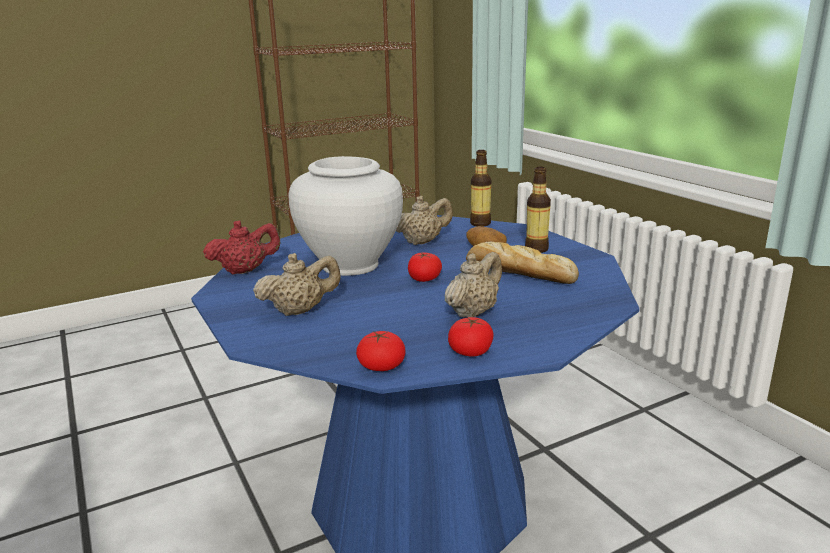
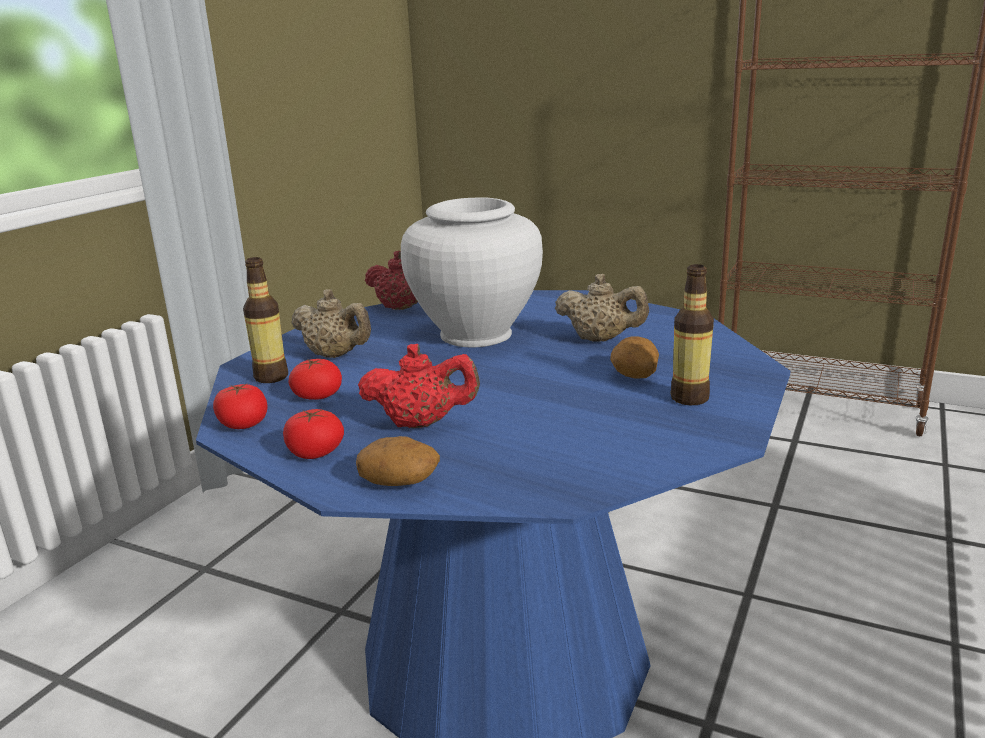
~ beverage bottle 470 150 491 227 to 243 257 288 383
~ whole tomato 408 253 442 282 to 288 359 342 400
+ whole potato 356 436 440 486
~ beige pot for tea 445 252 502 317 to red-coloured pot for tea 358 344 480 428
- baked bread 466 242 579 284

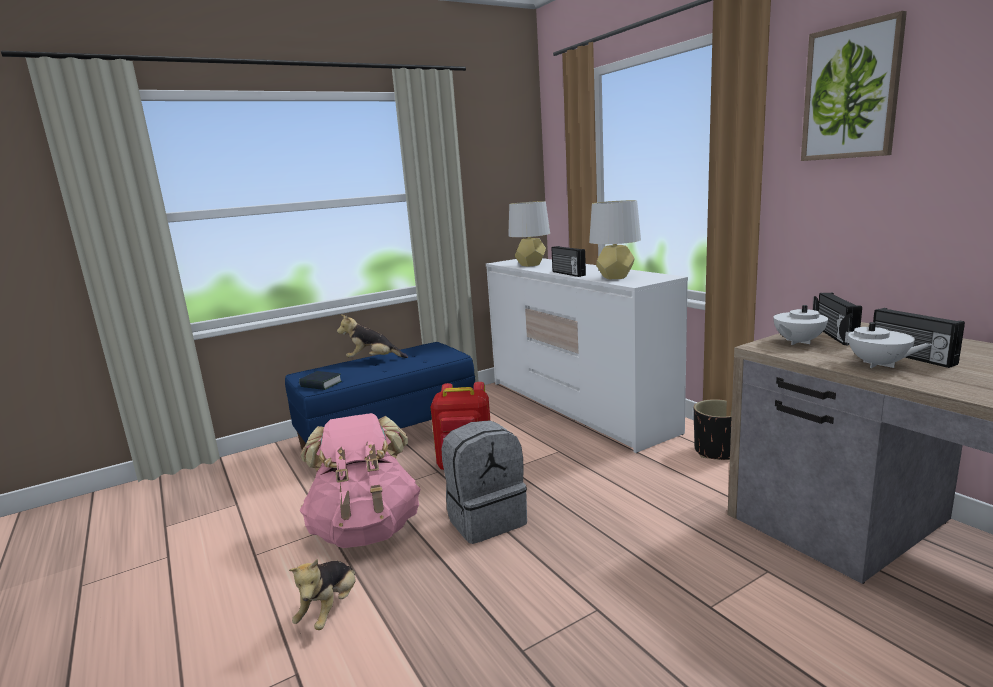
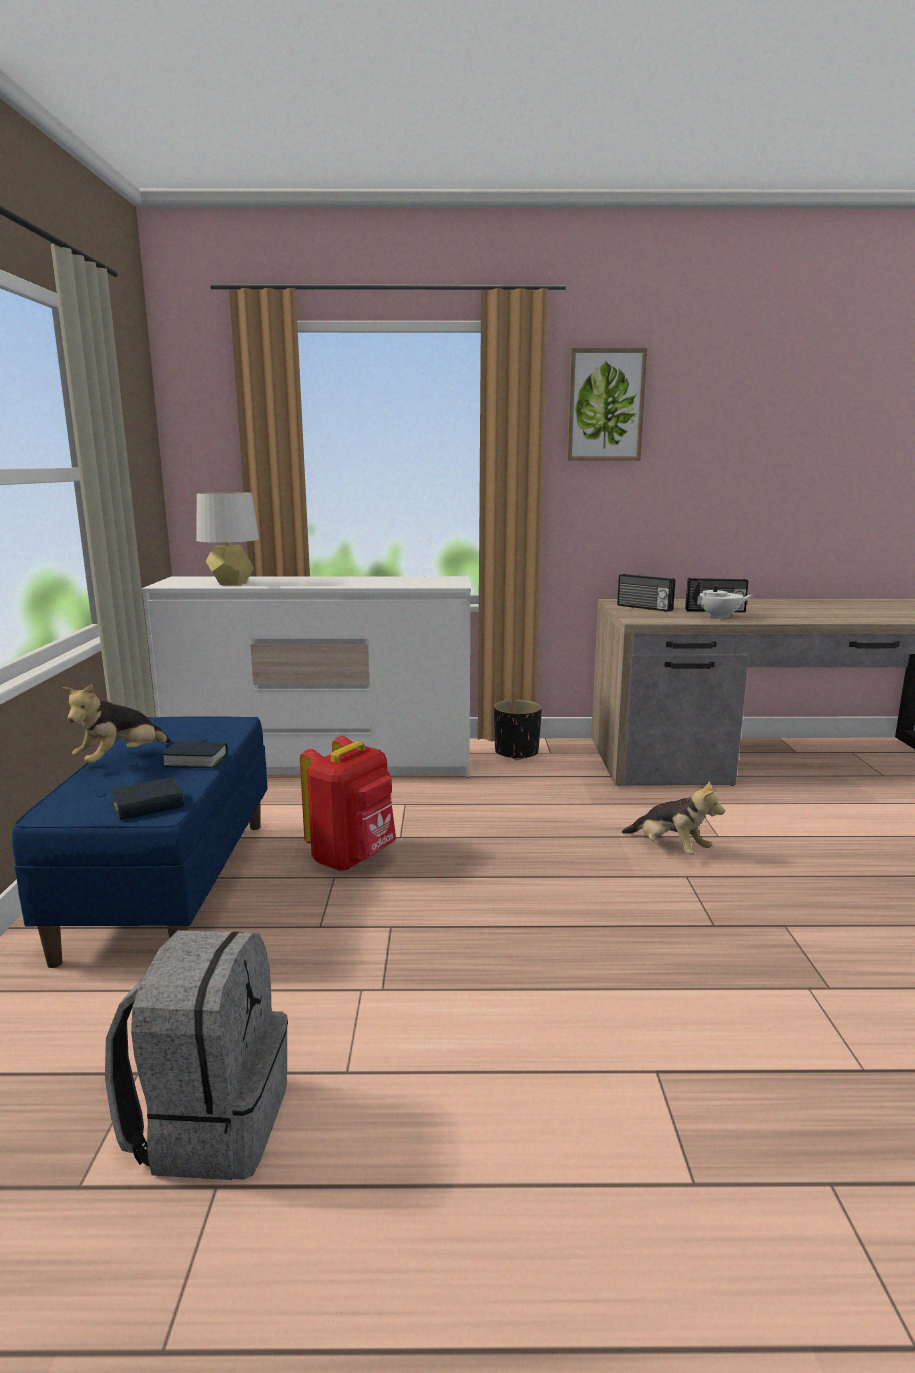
~ grey backpack 441 420 527 544 to 105 930 288 1180
+ volume 161 741 228 768
~ plush toy 289 559 356 630 to 622 780 725 855
- pink-coloured backpack 300 413 421 548
- radio 552 246 586 277
- grey lamp for a table 589 200 641 279
- whitish pot for tea 774 296 828 345

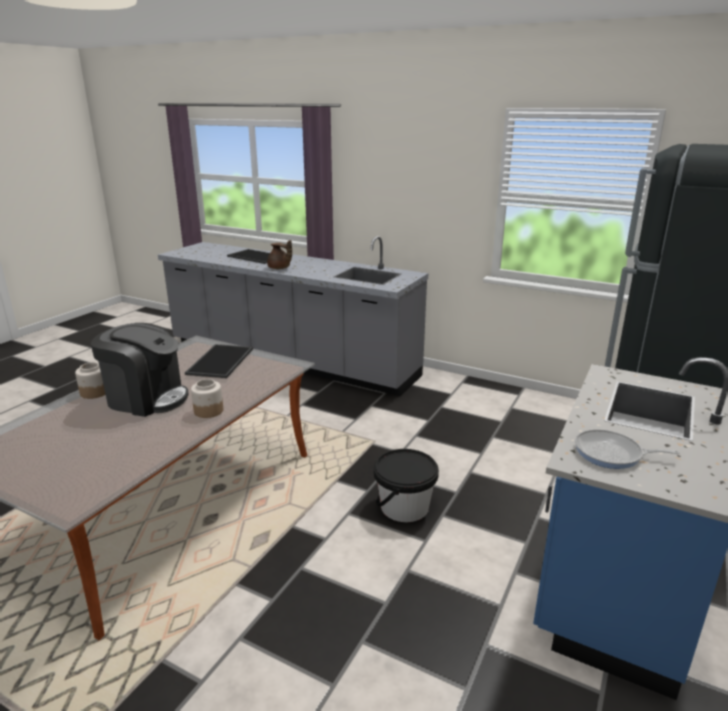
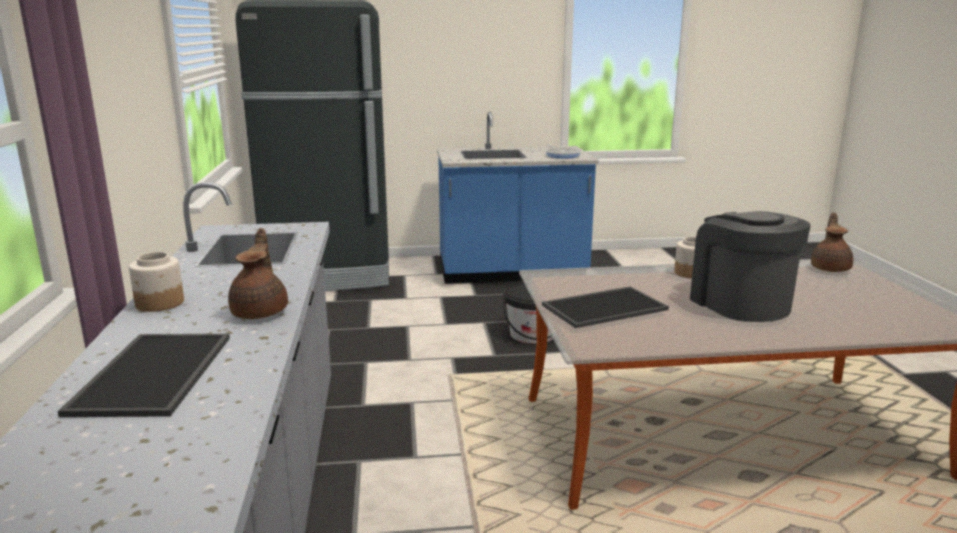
~ storage jar 75 362 106 399 to 129 252 184 312
+ brownish pot for tea 811 212 853 272

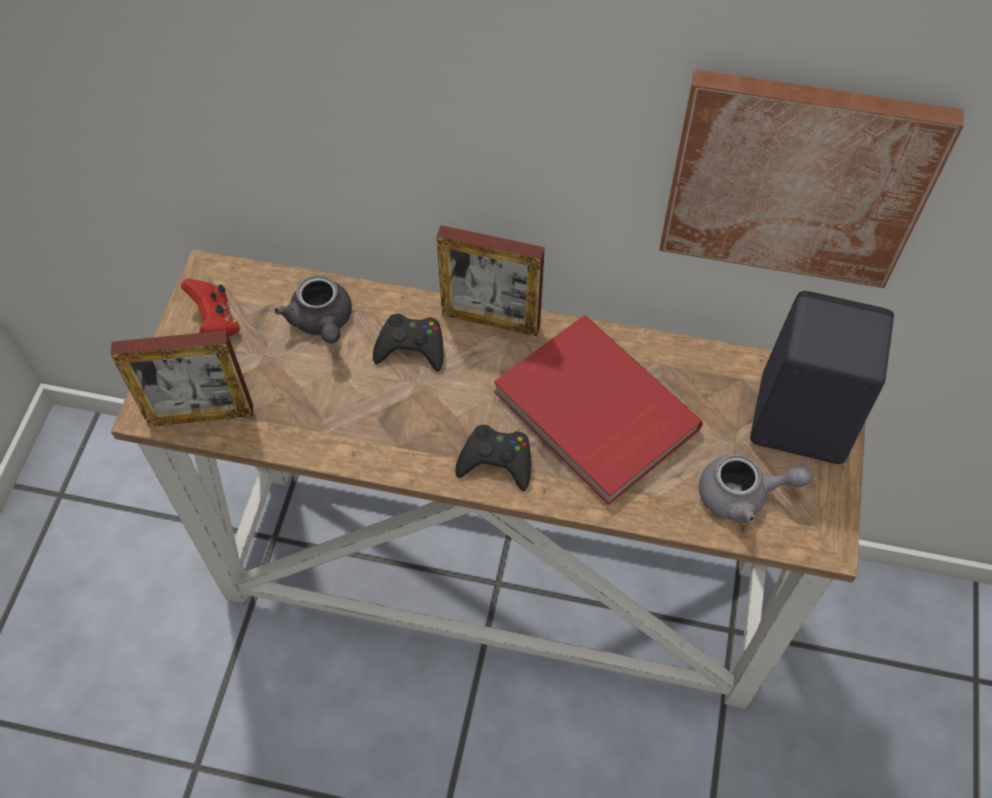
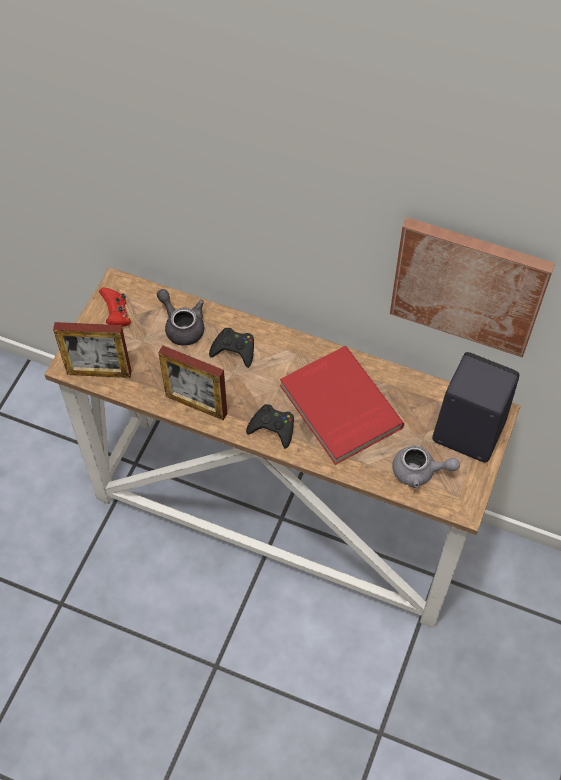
~ grey pot for tea 274 275 352 344 = 157 289 204 346 150 degrees clockwise
~ picture frame 437 225 545 336 to 158 346 227 421

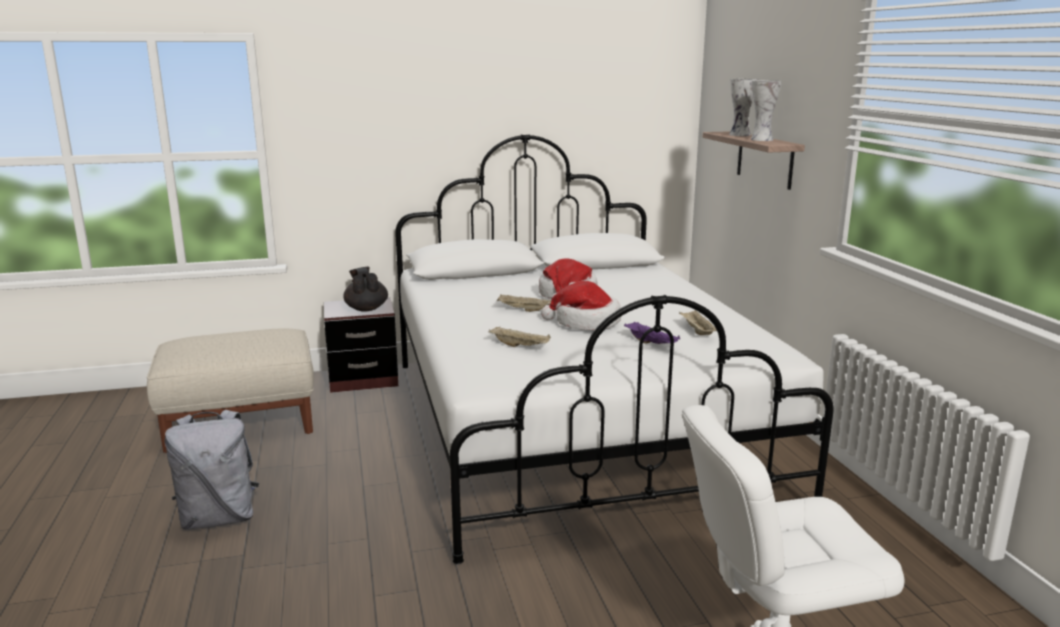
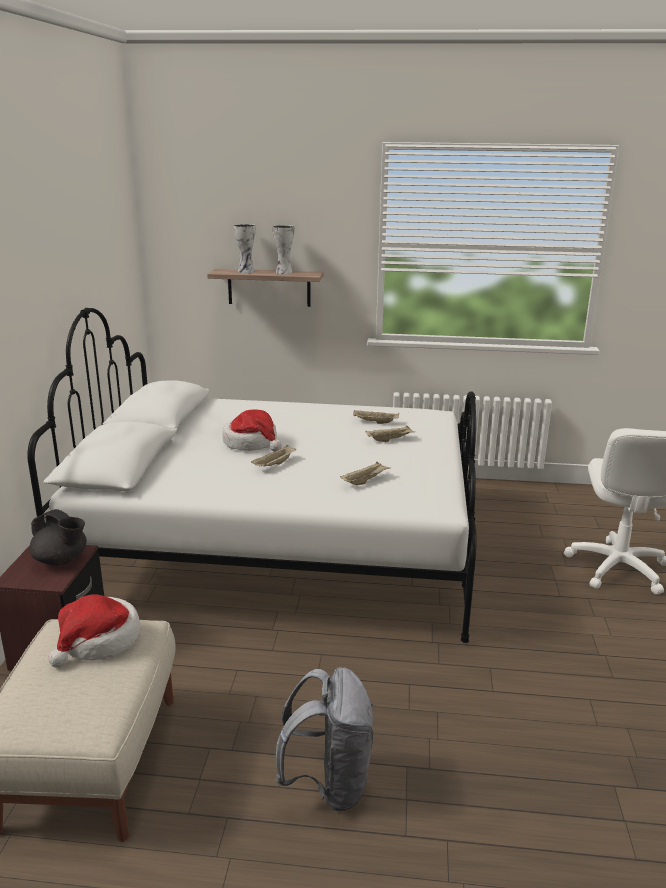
~ black pot for tea 343 267 388 312 = 29 509 87 566 150 degrees counterclockwise
~ clothing hat 541 281 621 330 to 48 594 141 668
~ purplish carrying tray 624 322 680 344 to beige carrying tray 366 425 415 442

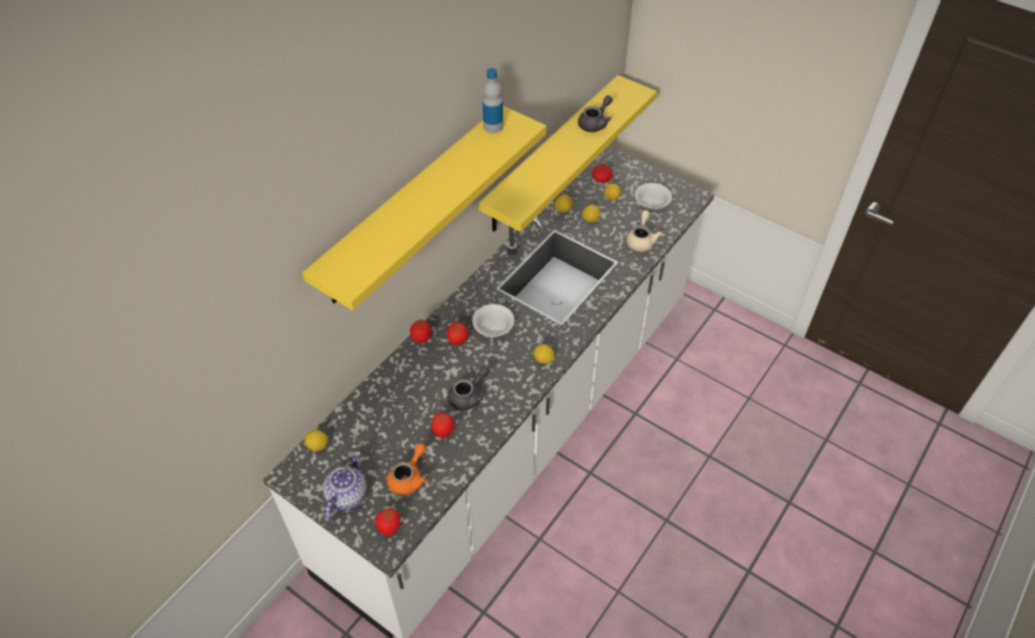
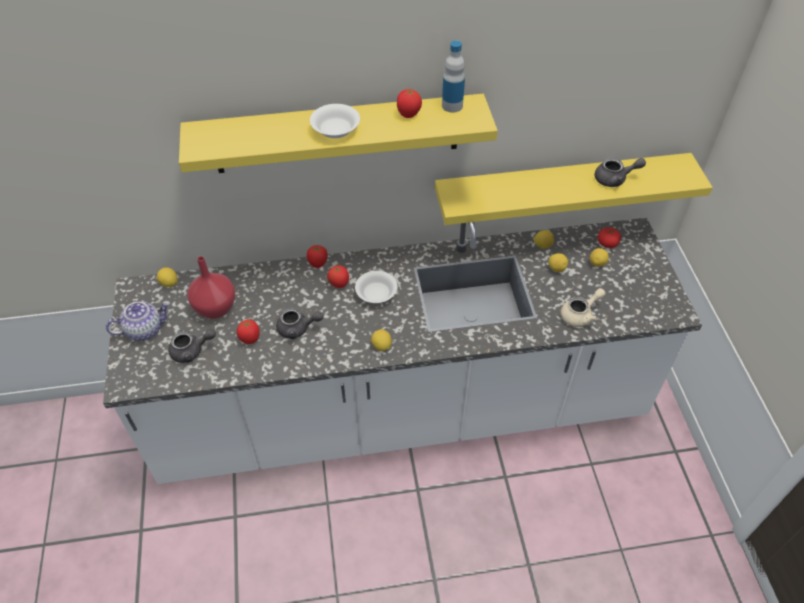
~ orange-coloured pot for tea 387 443 427 496 to grey pot for tea 168 329 216 363
+ red-coloured decorative vase 188 256 235 319
~ whitish deep dish 635 183 672 210 to 310 104 360 138
~ whole tomato 375 509 400 536 to 397 89 422 118

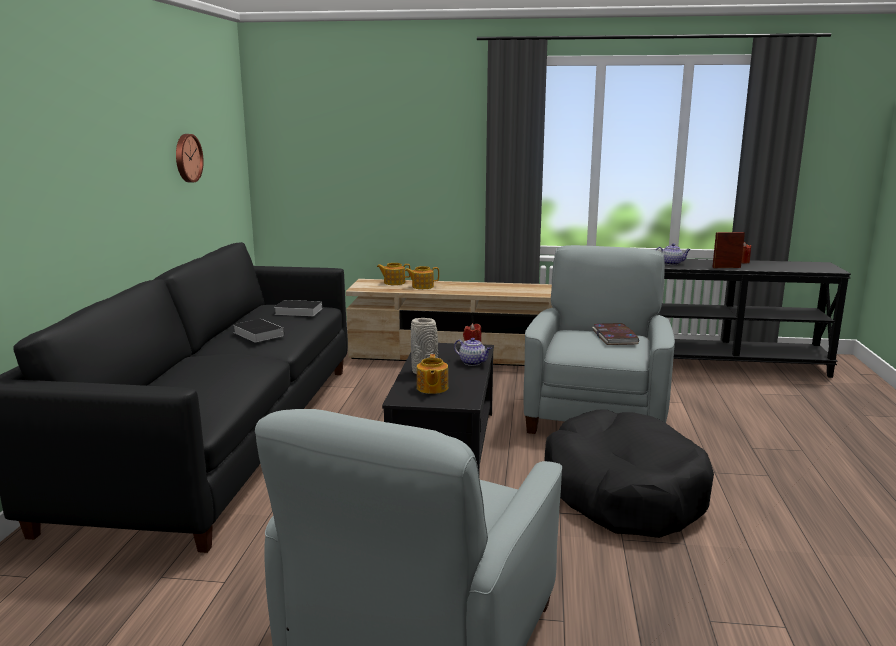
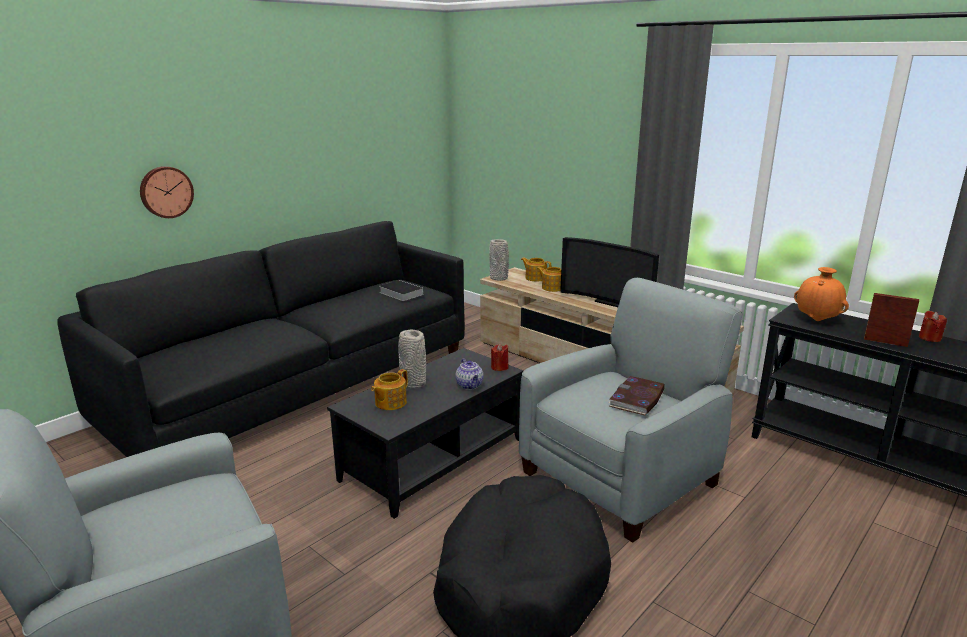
~ clock on the wall 176 134 204 182 to 140 166 194 218
+ grey decorative vase 489 239 509 281
+ television 560 237 659 307
~ pot for tea 656 243 691 265 to orange-coloured decorative vase 794 267 849 321
- volume 233 319 284 342

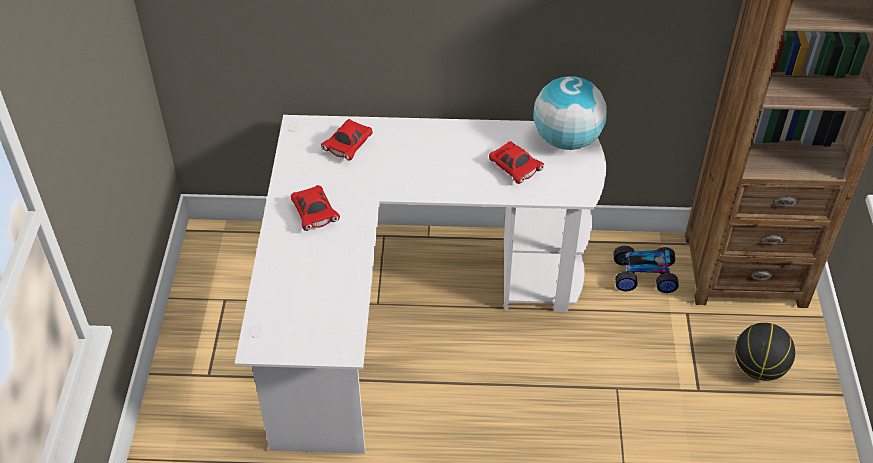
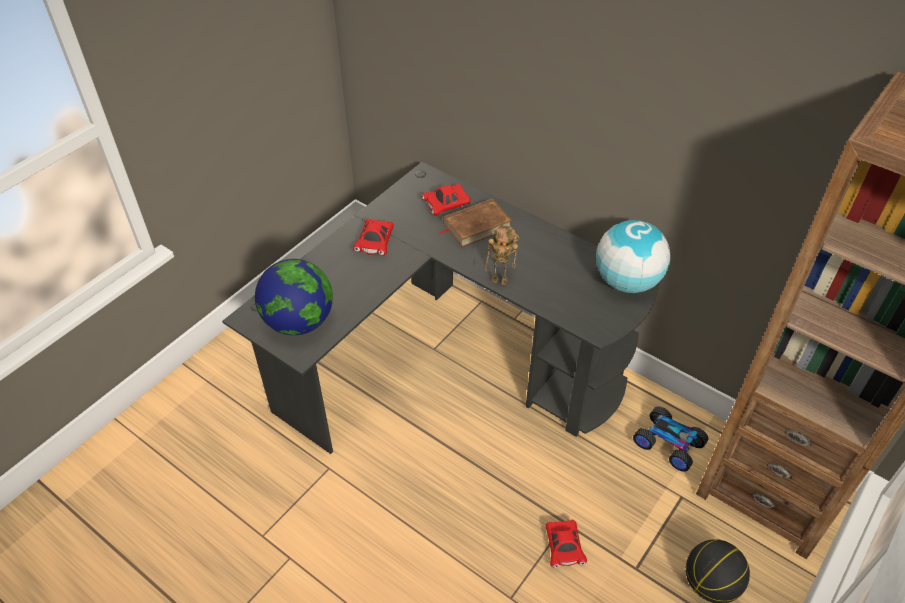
~ whitish desk 235 115 606 454 to black desk 222 162 659 454
+ world globe 255 259 333 335
+ brownish volume 438 199 512 247
+ model robot 485 225 519 285
~ red-coloured toy car 489 141 544 184 to 546 520 587 568

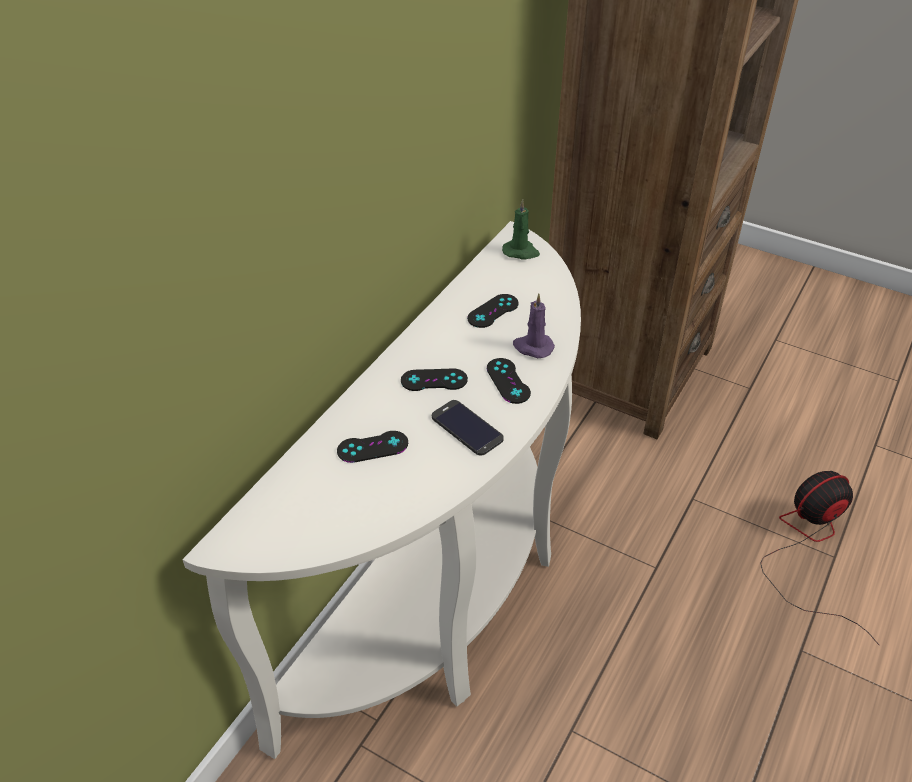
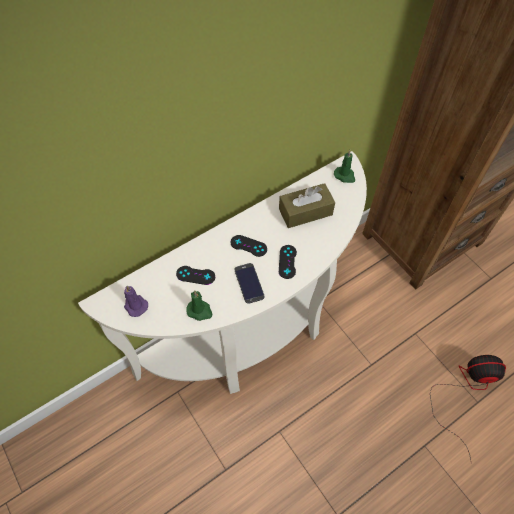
~ purplish candle 513 293 555 358 to 124 286 148 317
+ green candle 186 290 212 321
~ black game controller 467 294 519 328 to brownish box of tissues 279 183 335 228

